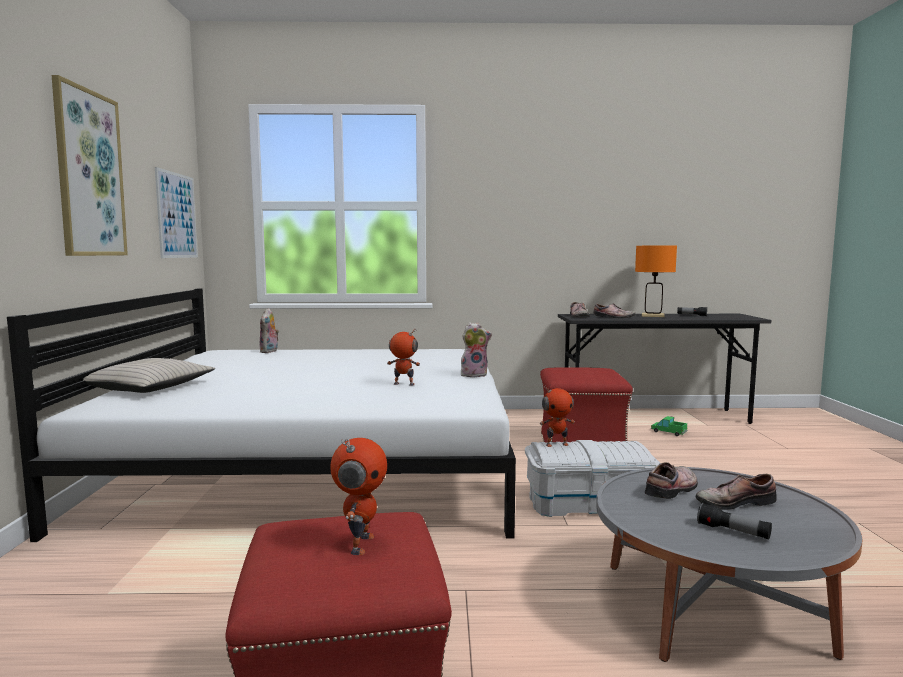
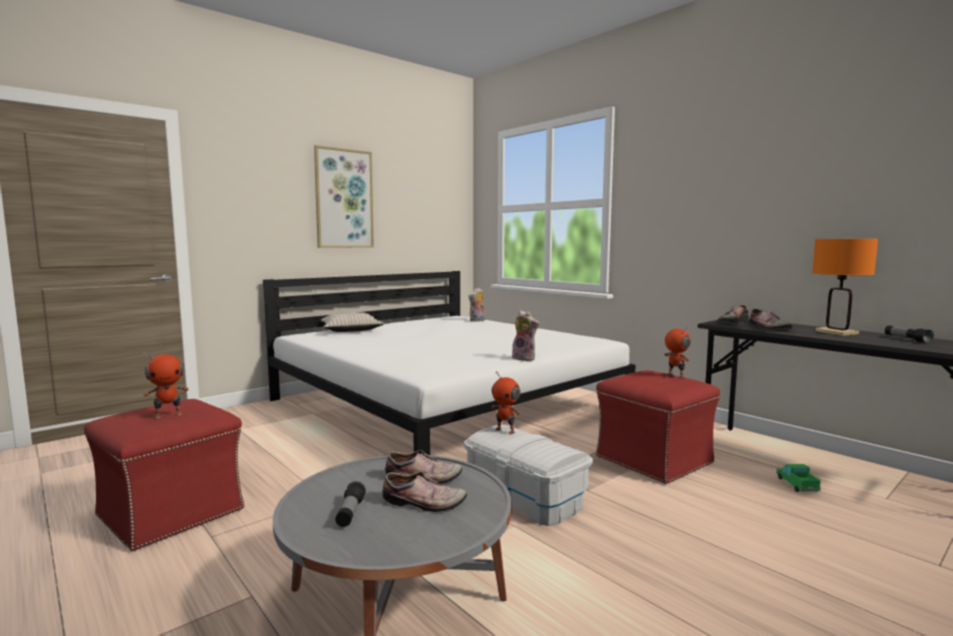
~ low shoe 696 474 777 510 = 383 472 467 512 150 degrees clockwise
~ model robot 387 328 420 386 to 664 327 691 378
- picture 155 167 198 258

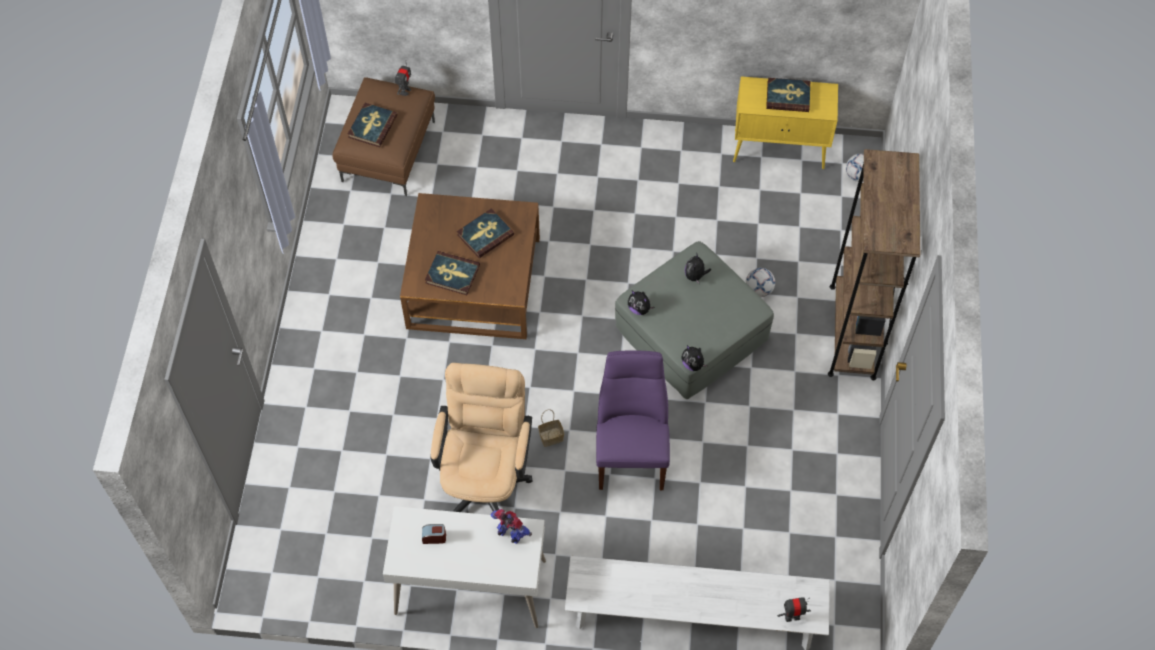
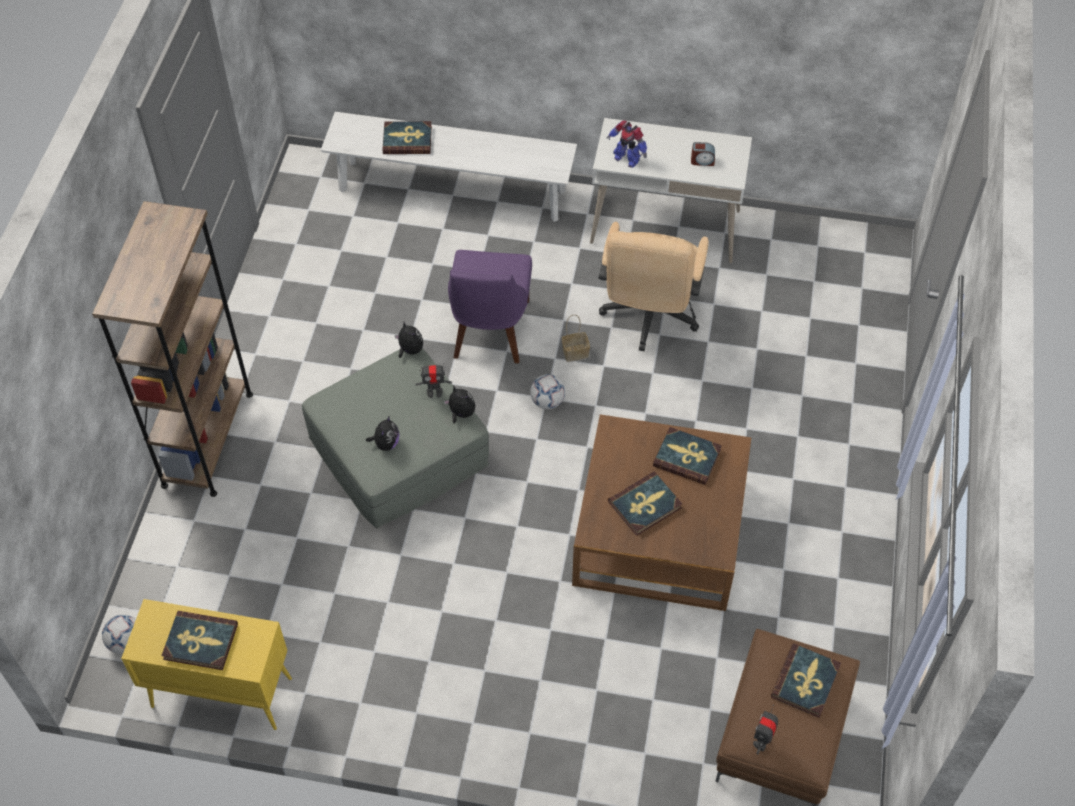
+ volume 383 121 432 154
~ model robot 777 597 811 622 to 416 363 452 398
~ football ball 746 268 775 297 to 530 374 565 409

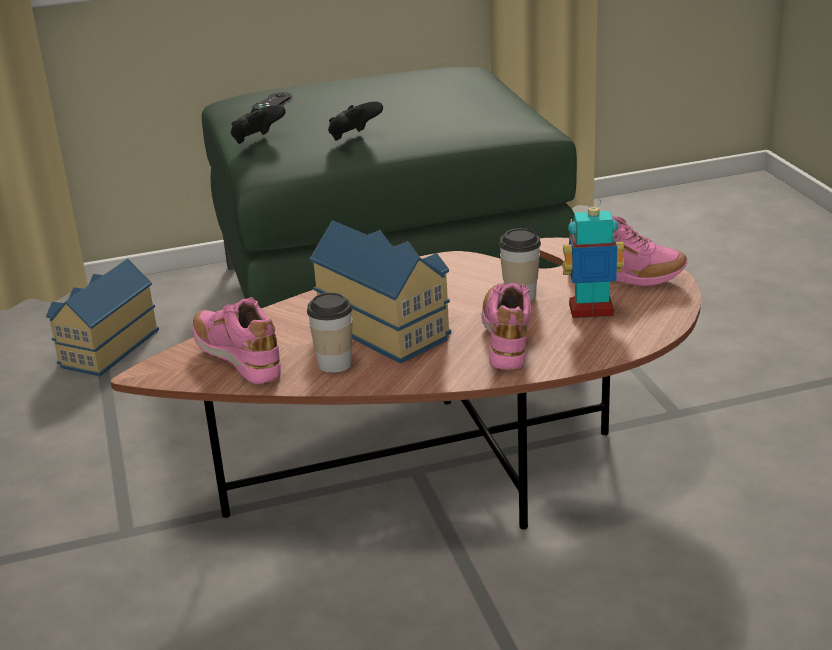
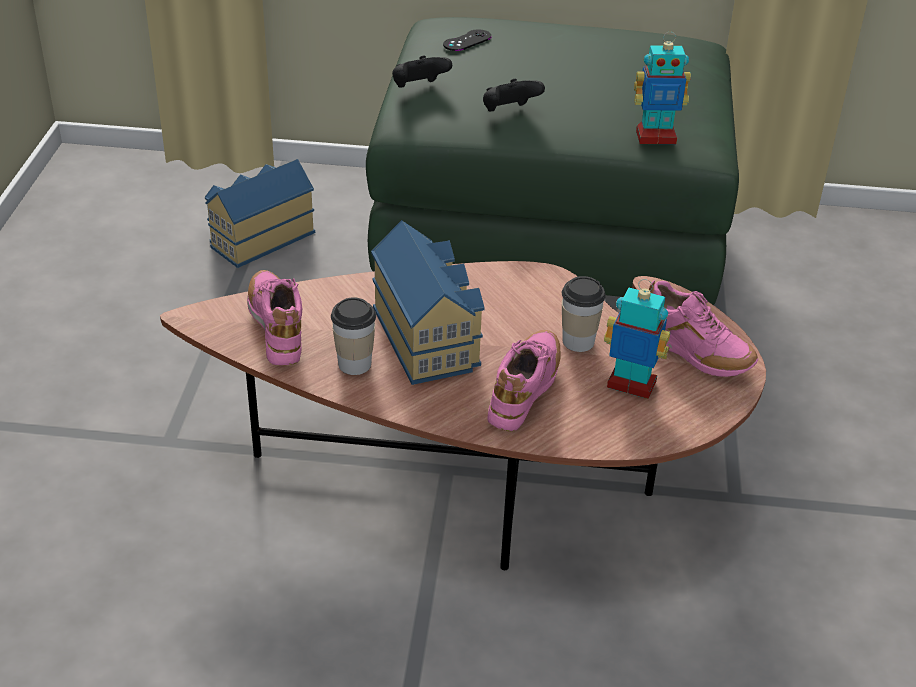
+ model robot 634 32 691 144

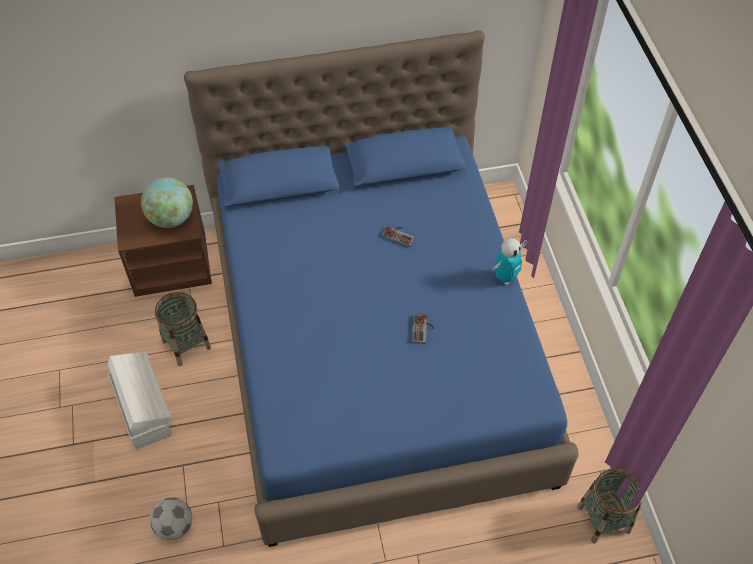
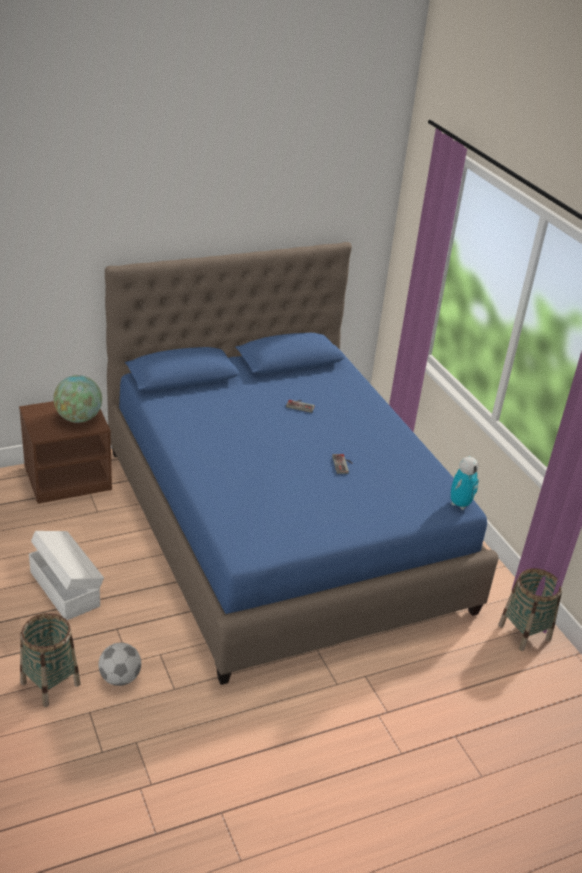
~ household basket 155 292 211 366 to 20 613 80 707
~ model robot 492 238 527 285 to 451 457 479 510

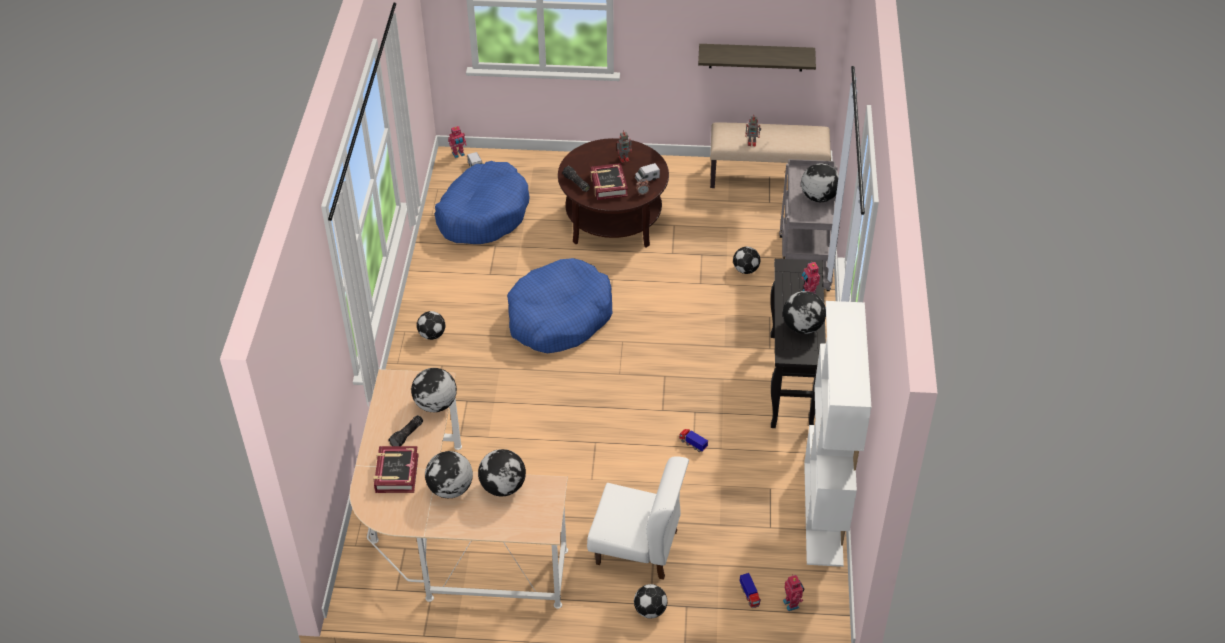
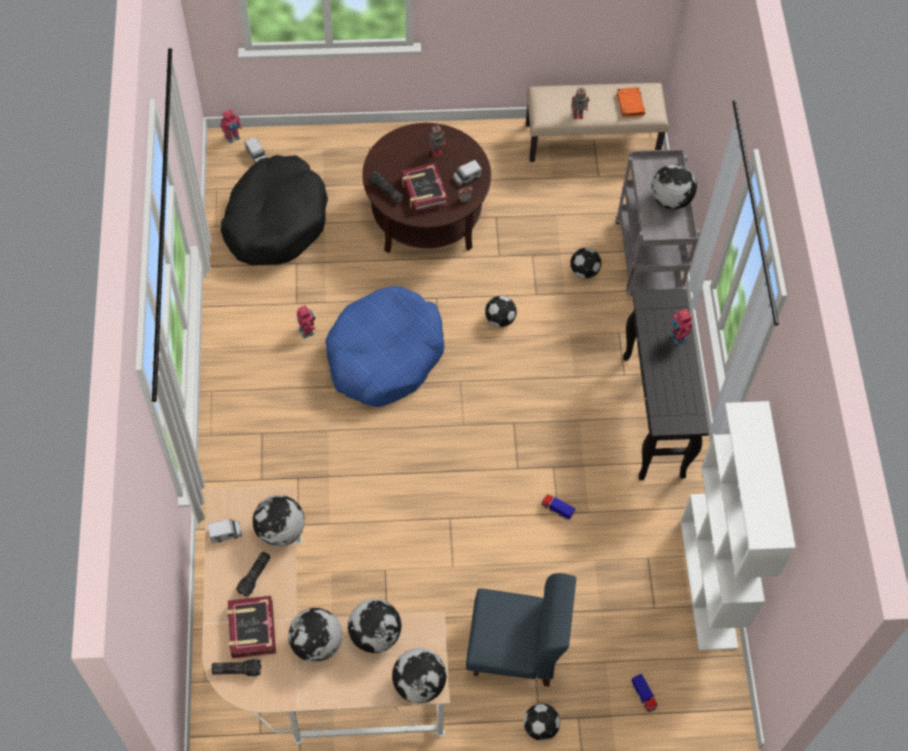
+ toy truck 208 519 242 543
+ hand torch 211 659 261 676
~ bluish dog cushion 435 161 530 244 to black dog cushion 221 155 328 265
~ model robot 783 574 804 611 to 297 305 315 338
~ world globe 783 291 826 334 to 392 648 447 703
~ whitish chair 587 456 689 580 to bluish chair 466 573 576 687
~ football ball 417 311 445 340 to 485 296 517 327
+ orange-coloured volume 616 87 645 117
- shelf 698 44 816 72

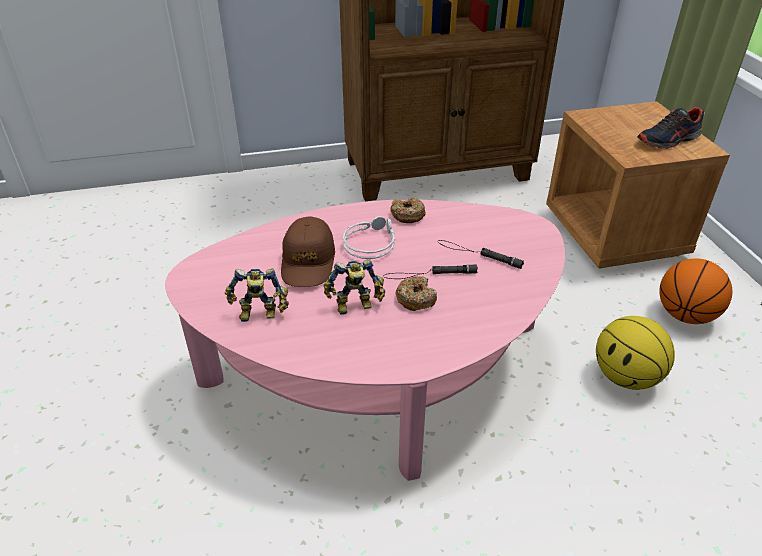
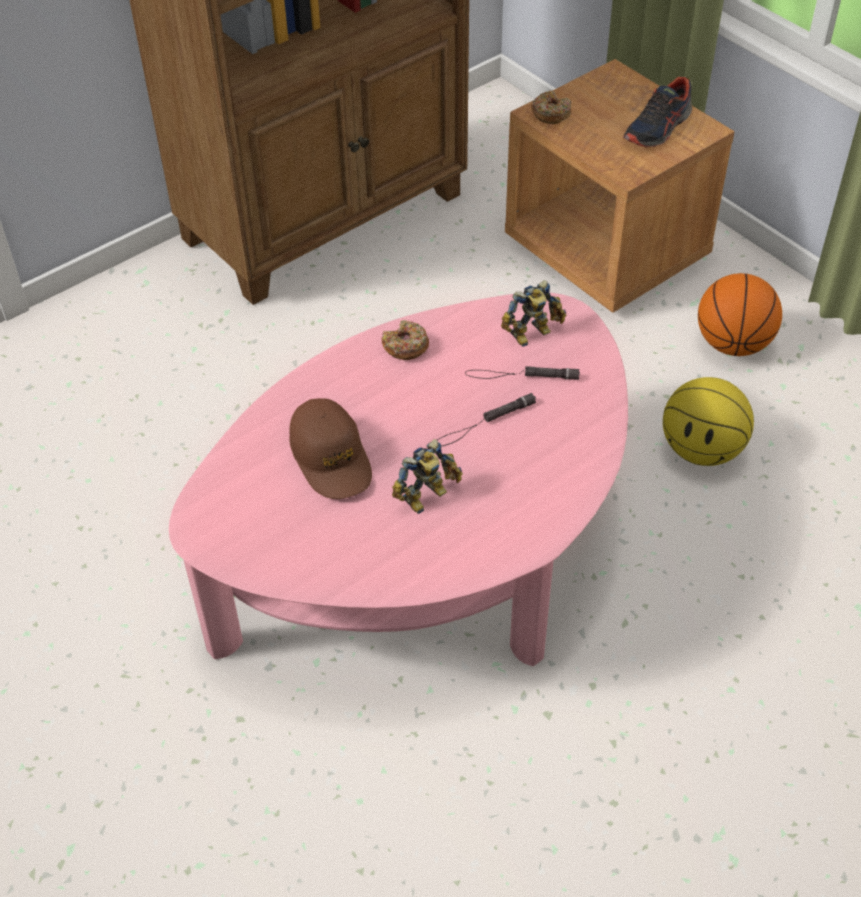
~ model robot 225 268 289 322 to 501 280 567 347
~ donut 395 276 437 311 to 531 91 571 124
- grey headset 343 216 395 259

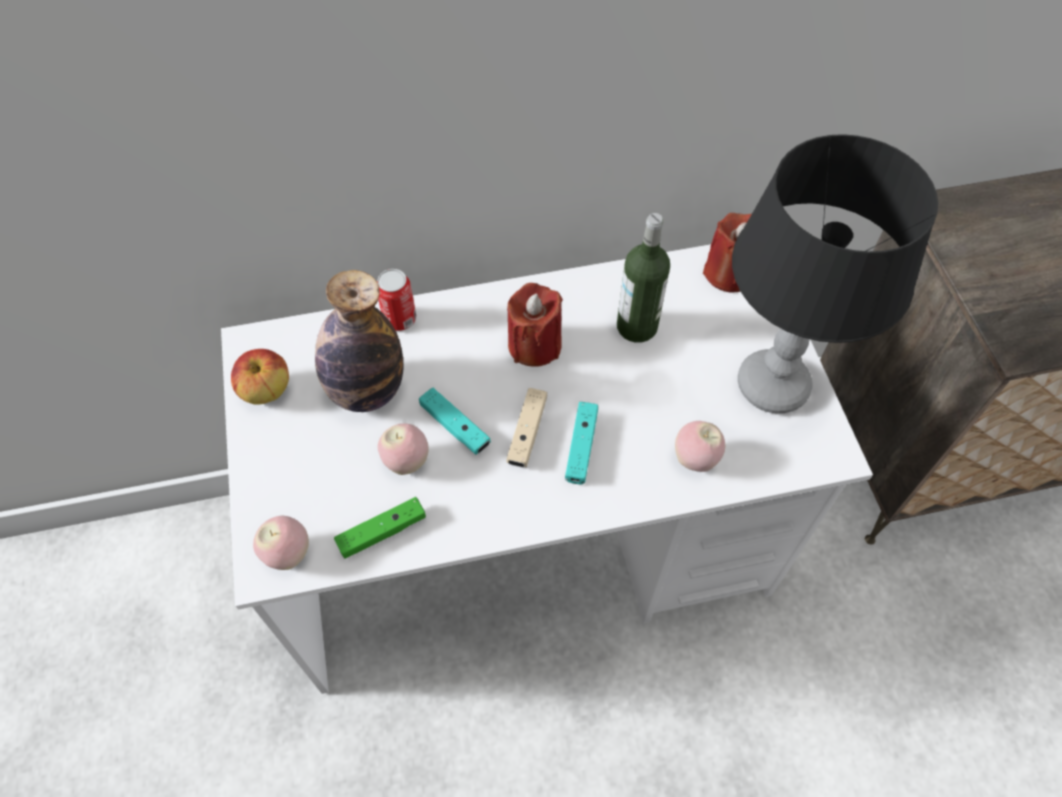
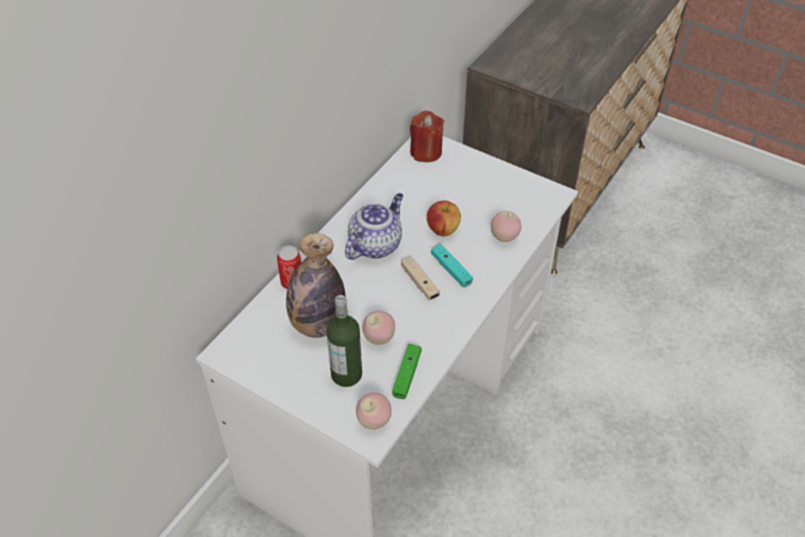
~ beverage bottle 617 213 670 343 to 326 295 362 387
~ red-coloured candle 507 283 563 367 to pot for tea 345 193 403 260
~ apple 231 349 289 405 to 427 200 461 236
- turquoise game controller 419 388 491 455
- black lamp for a table 732 134 938 413

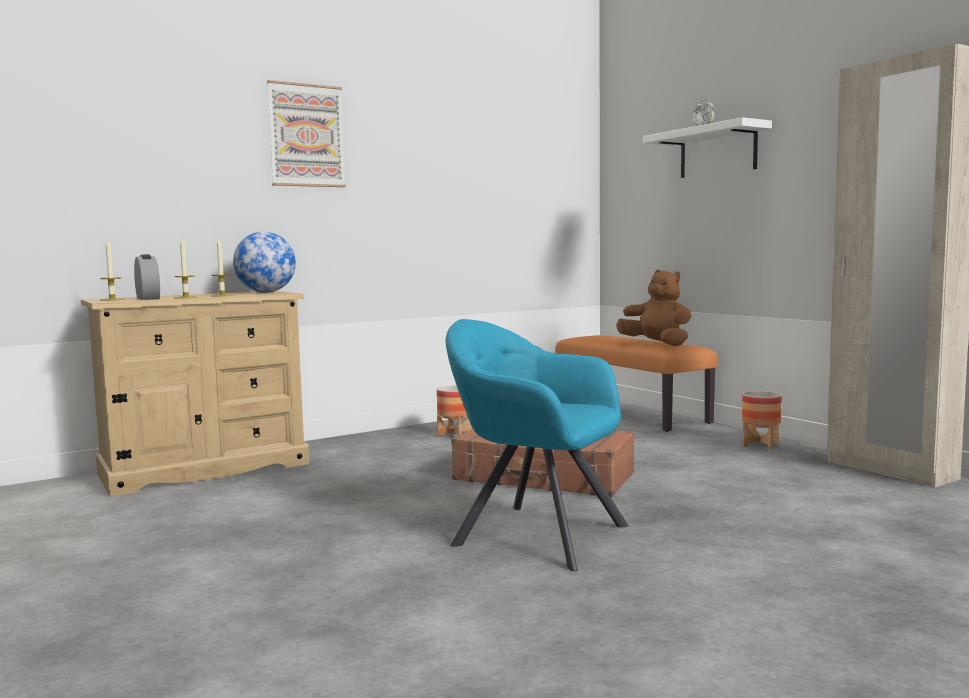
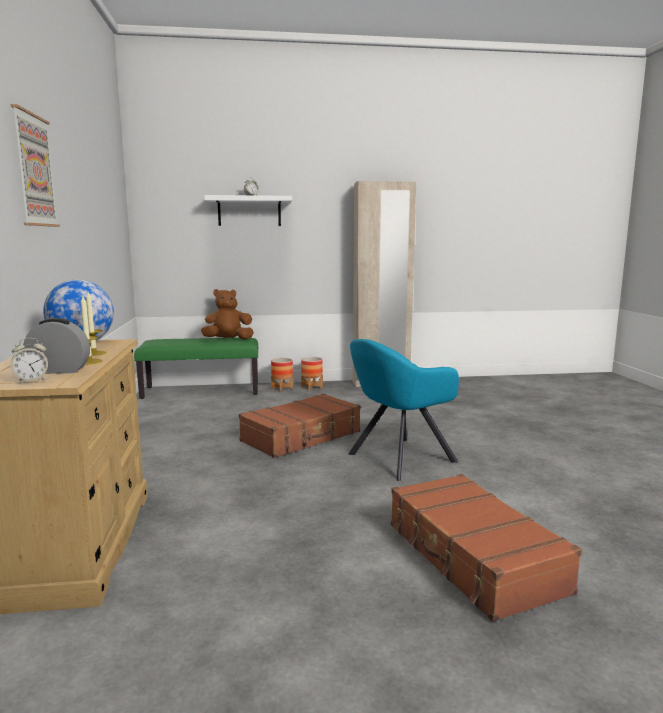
~ candle 100 240 125 301 to alarm clock 11 338 48 383
~ orange-coloured bench 555 335 718 432 to green bench 134 337 258 399
~ planter 437 385 472 437 to 271 358 294 392
+ brownish piece of luggage 391 474 582 622

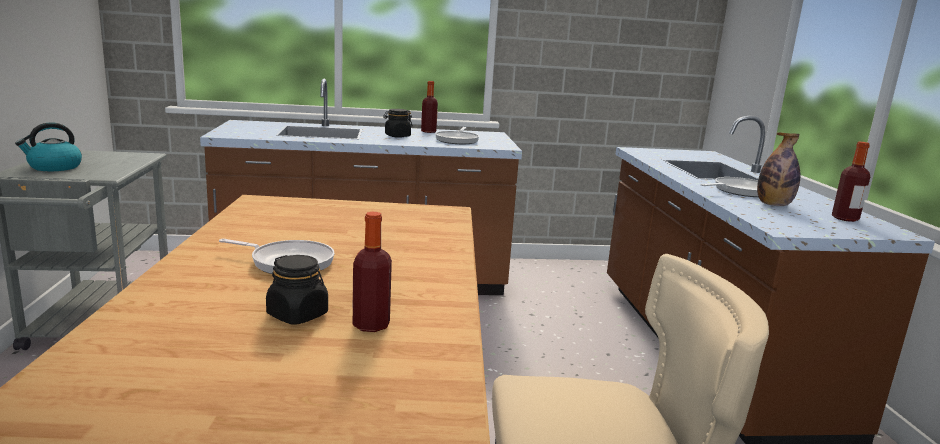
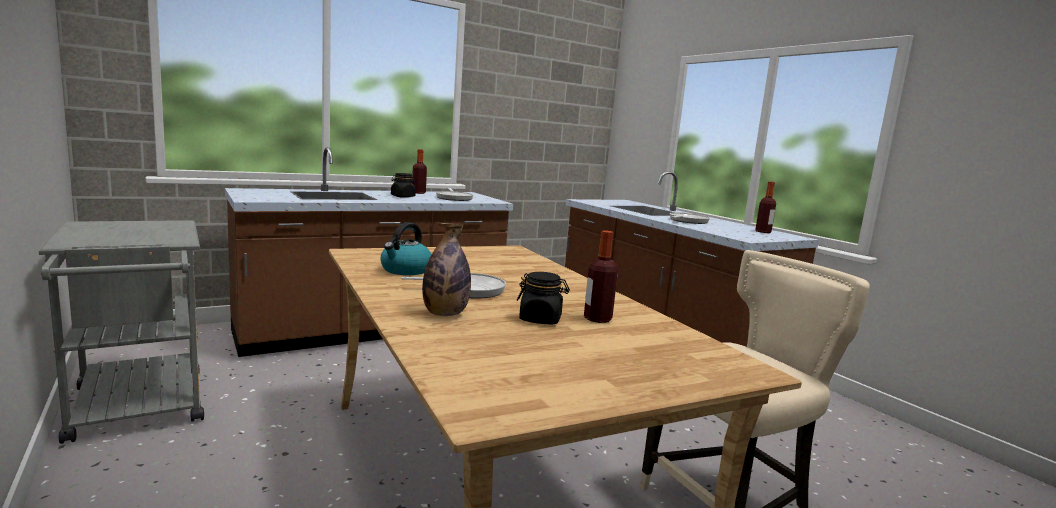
~ tea kettle 15 122 82 171 to 380 222 432 275
~ beverage bottle 757 132 800 206 to 422 223 471 316

